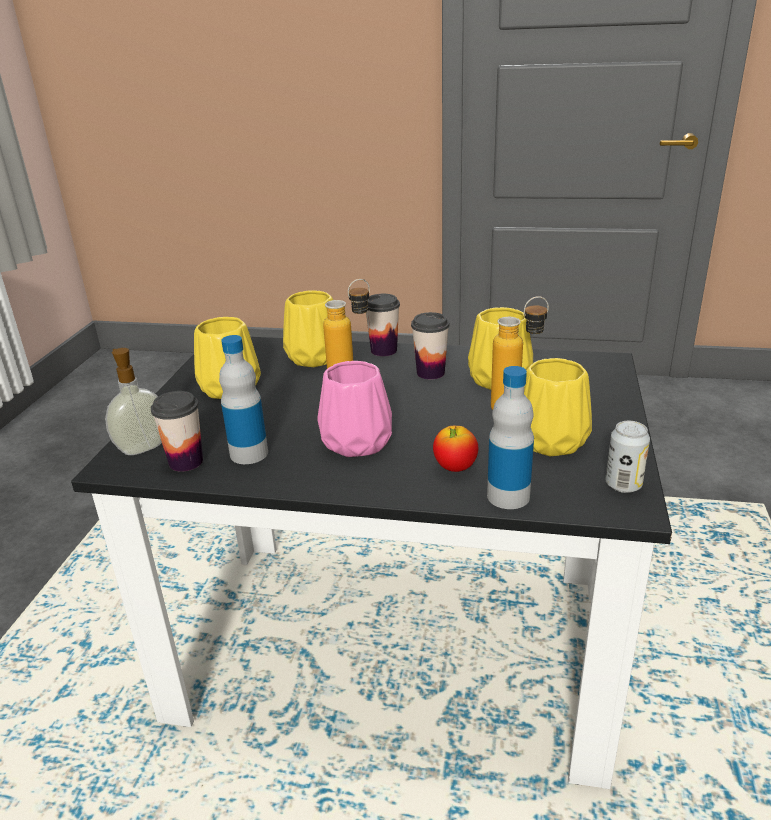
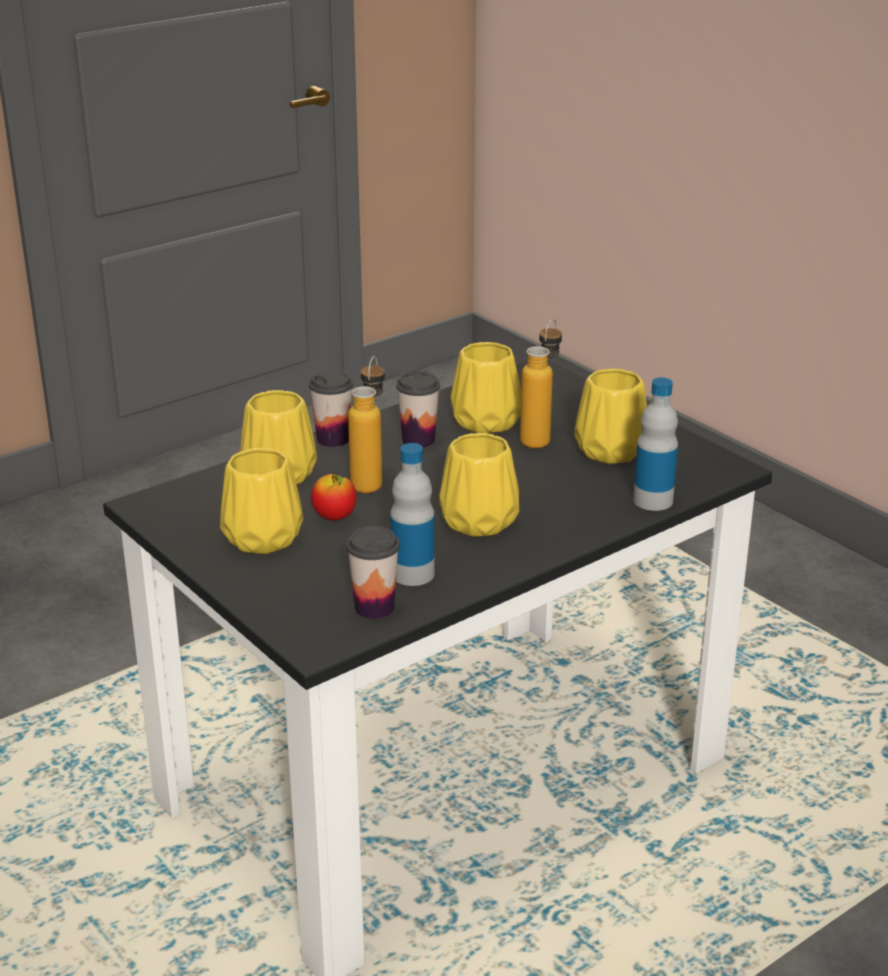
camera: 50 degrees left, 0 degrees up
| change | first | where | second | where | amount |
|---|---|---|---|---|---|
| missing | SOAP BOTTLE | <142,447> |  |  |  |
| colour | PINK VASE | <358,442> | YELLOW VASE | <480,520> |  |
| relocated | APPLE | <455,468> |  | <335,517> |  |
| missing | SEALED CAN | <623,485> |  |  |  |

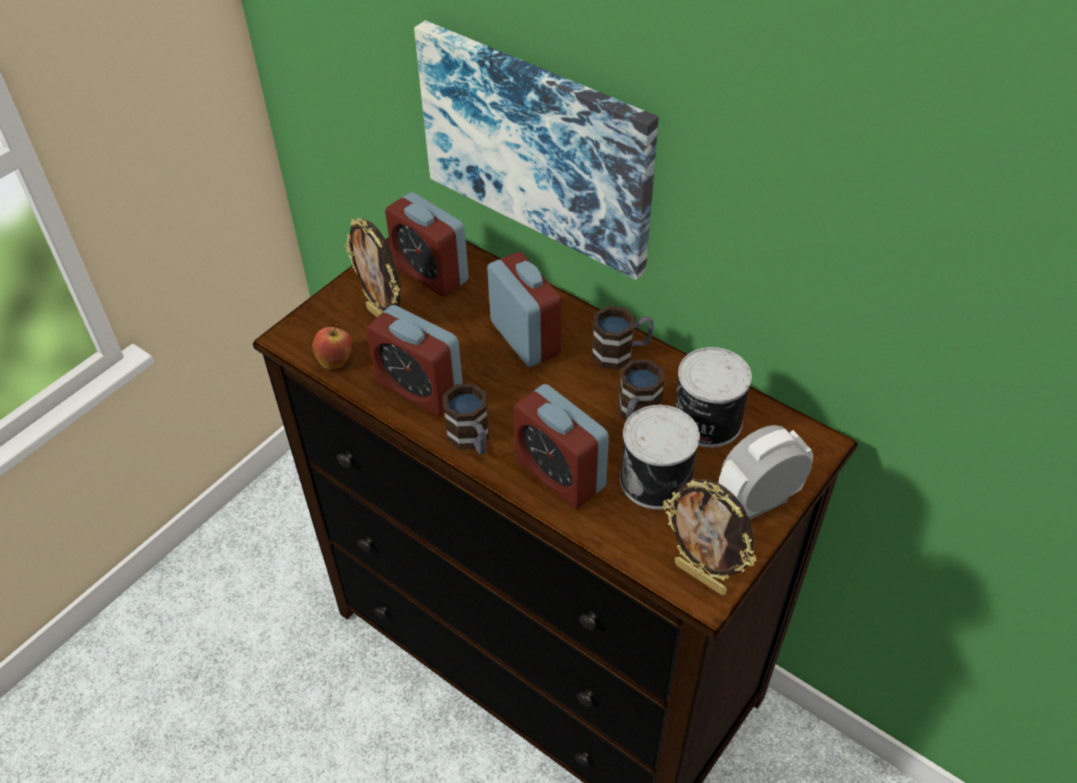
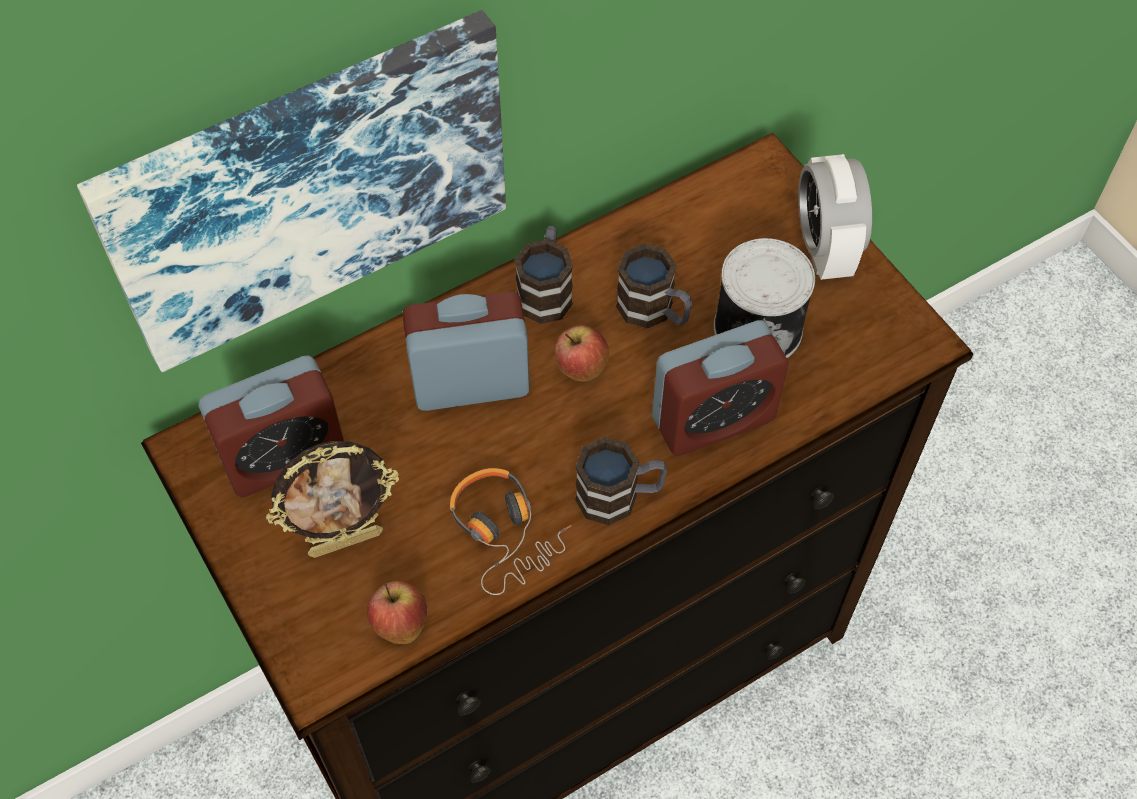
camera: 70 degrees left, 10 degrees up
| change | first | where | second | where | amount |
|---|---|---|---|---|---|
| exchanged | TABLE CLOCK | <419,389> | HEADSET | <504,532> |  |
| missing | PHOTO FRAME | <701,577> |  |  |  |
| missing | SEALED CAN | <705,421> |  |  |  |
| appeared |  |  | APPLE | <580,369> |  |

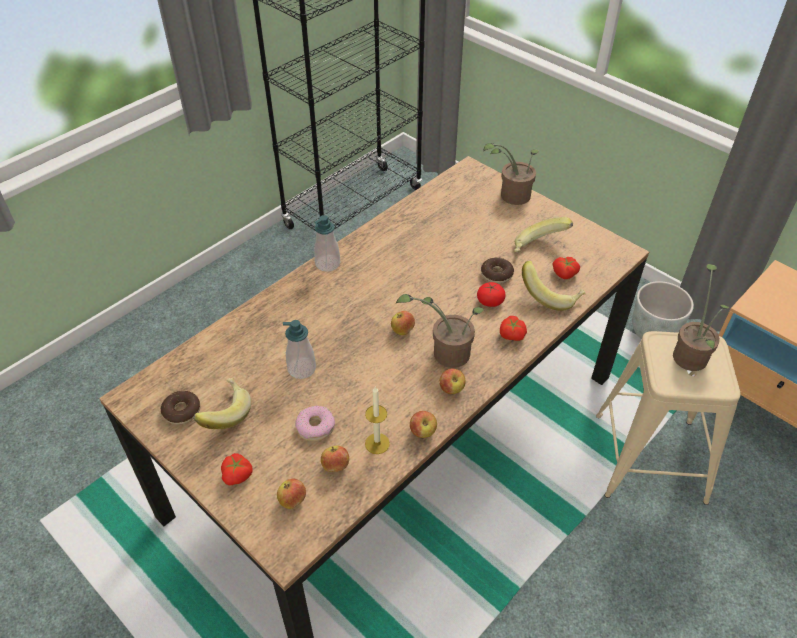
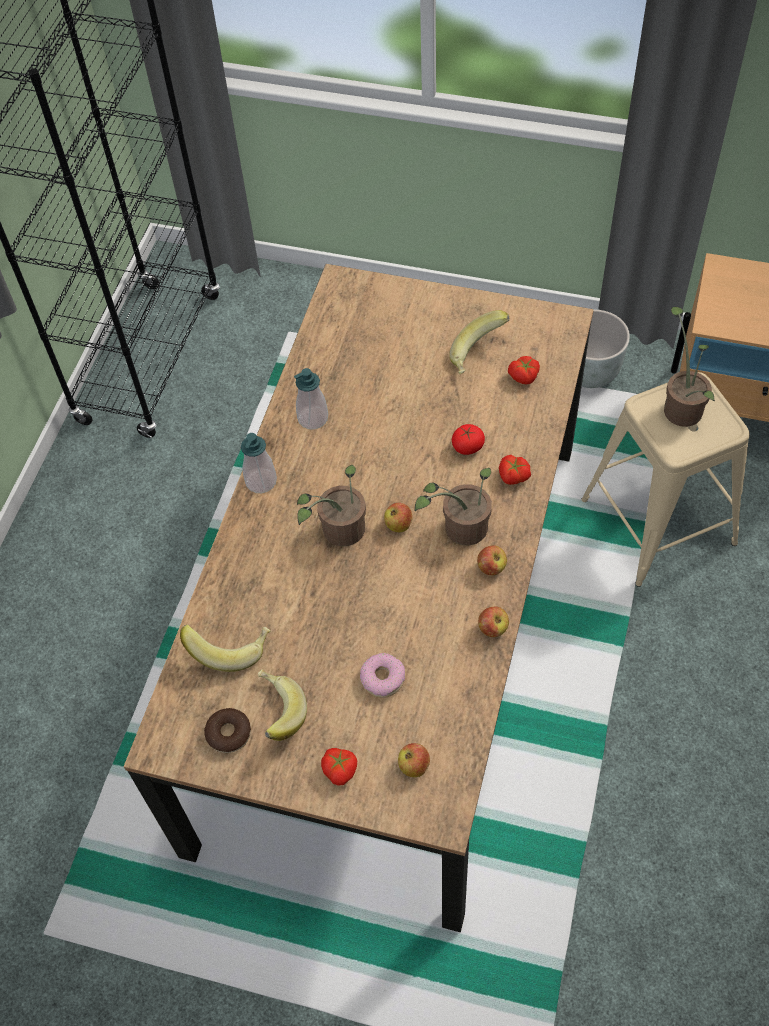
camera: 25 degrees left, 10 degrees up
| change | first | where | second | where | amount |
|---|---|---|---|---|---|
| relocated | SOAP BOTTLE | <301,368> |  | <313,418> |  |
| missing | APPLE | <335,466> |  |  |  |
| missing | WAX LIGHT | <377,443> |  |  |  |
| missing | DONUT | <496,274> |  |  |  |
| relocated | HOUSEPLANT | <511,196> |  | <339,532> |  |
| relocated | WHOLE BANANA | <551,295> |  | <230,648> |  |

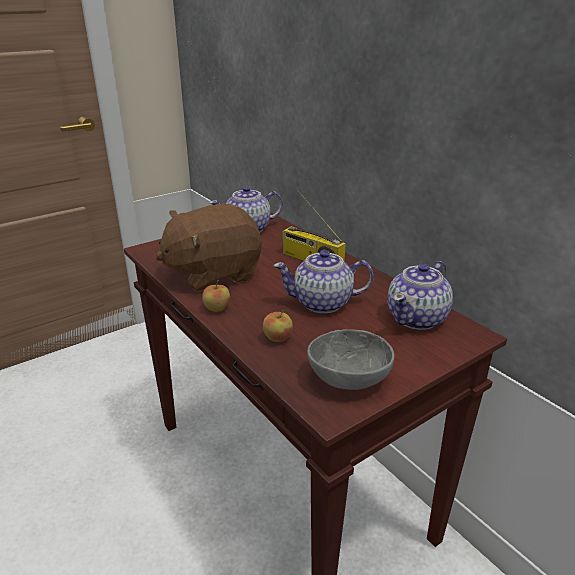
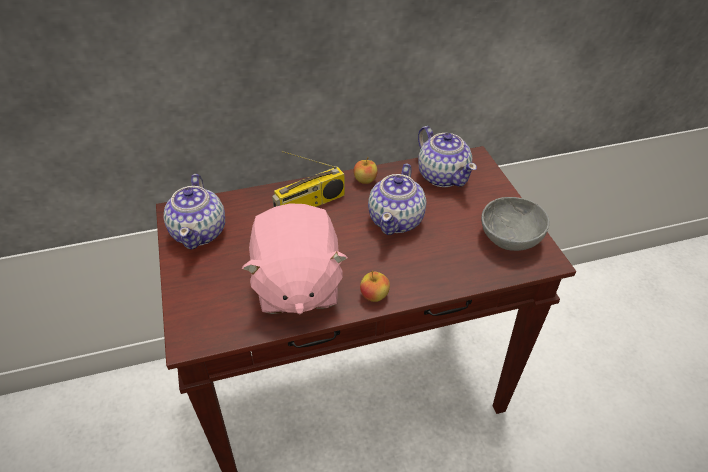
camera: 70 degrees left, 15 degrees up
| change | first | where | second | where | amount |
|---|---|---|---|---|---|
| colour | BROWN CUDDLY TOY | <213,273> | PINK CUDDLY TOY | <296,285> |  |
| relocated | APPLE | <278,338> |  | <365,180> |  |

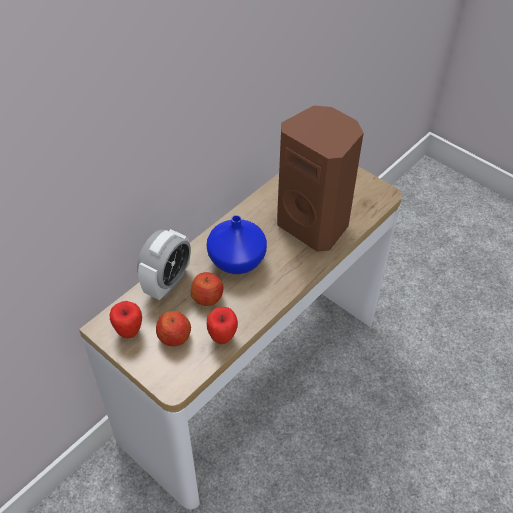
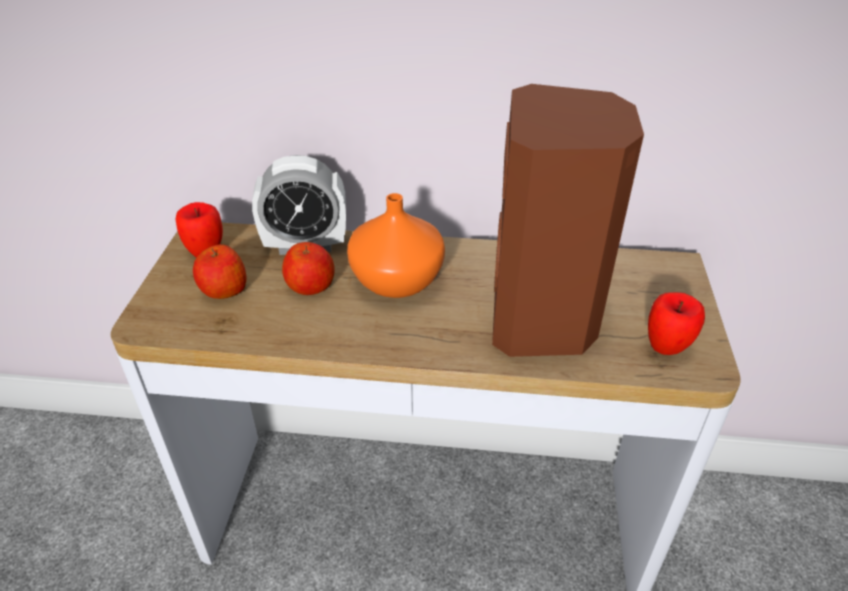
camera: 55 degrees right, 10 degrees down
| change | first | where | second | where | amount |
|---|---|---|---|---|---|
| colour | BLUE VASE | <238,260> | ORANGEY VASE | <399,282> |  |
| relocated | APPLE | <222,337> |  | <666,348> |  |

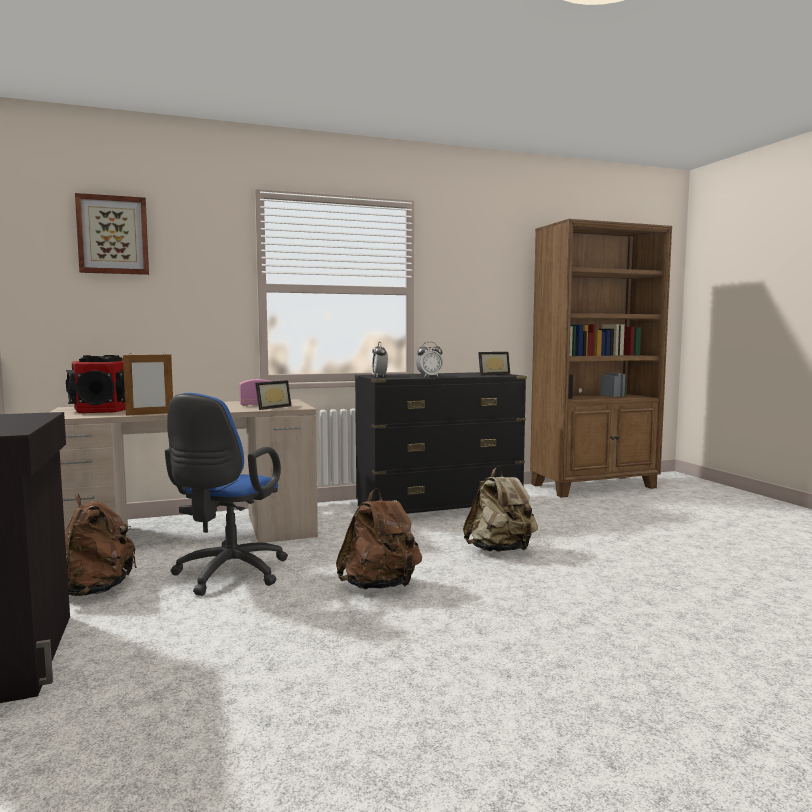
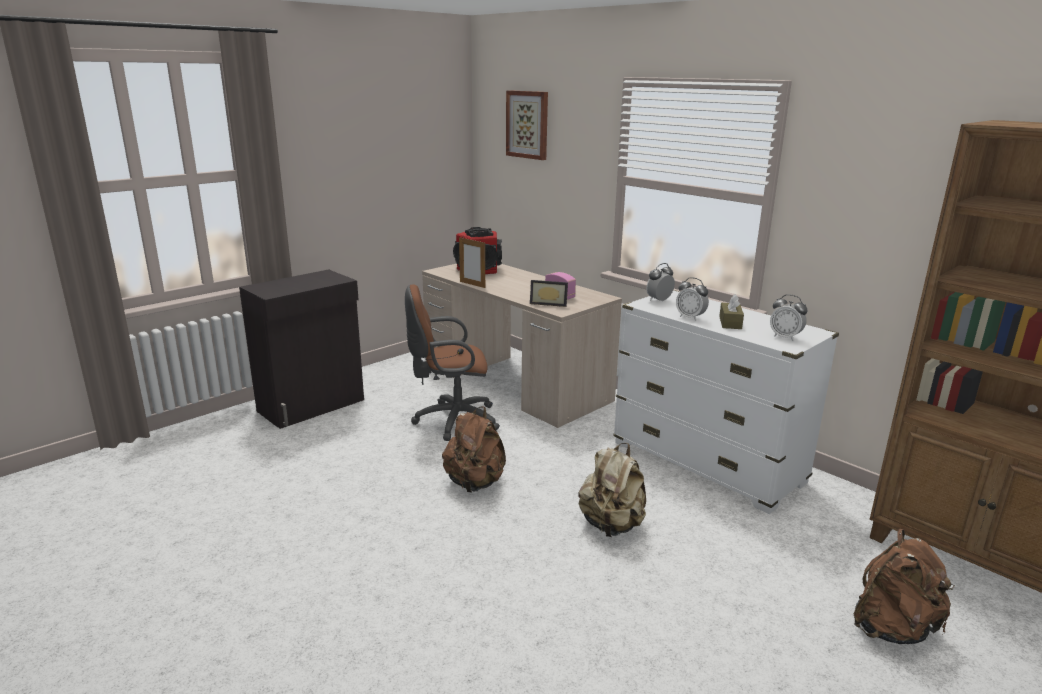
camera: 65 degrees right, 15 degrees up
| change | first | where | second | where | amount |
|---|---|---|---|---|---|
| relocated | BROWN BACKPACK | <96,589> |  | <892,628> |  |
| colour | BLUE OFFICE CHAIR | <227,575> | BROWN OFFICE CHAIR | <452,420> |  |
| colour | BLACK-COLOURED DRAWER CHEST | <439,508> | WHITE-COLOURED DRAWER CHEST | <707,463> |  |
| exchanged | PHOTO FRAME | <492,374> | TABLE CLOCK | <785,337> |  |
| appeared |  |  | BROWN BOX OF TISSUES | <730,323> |  |

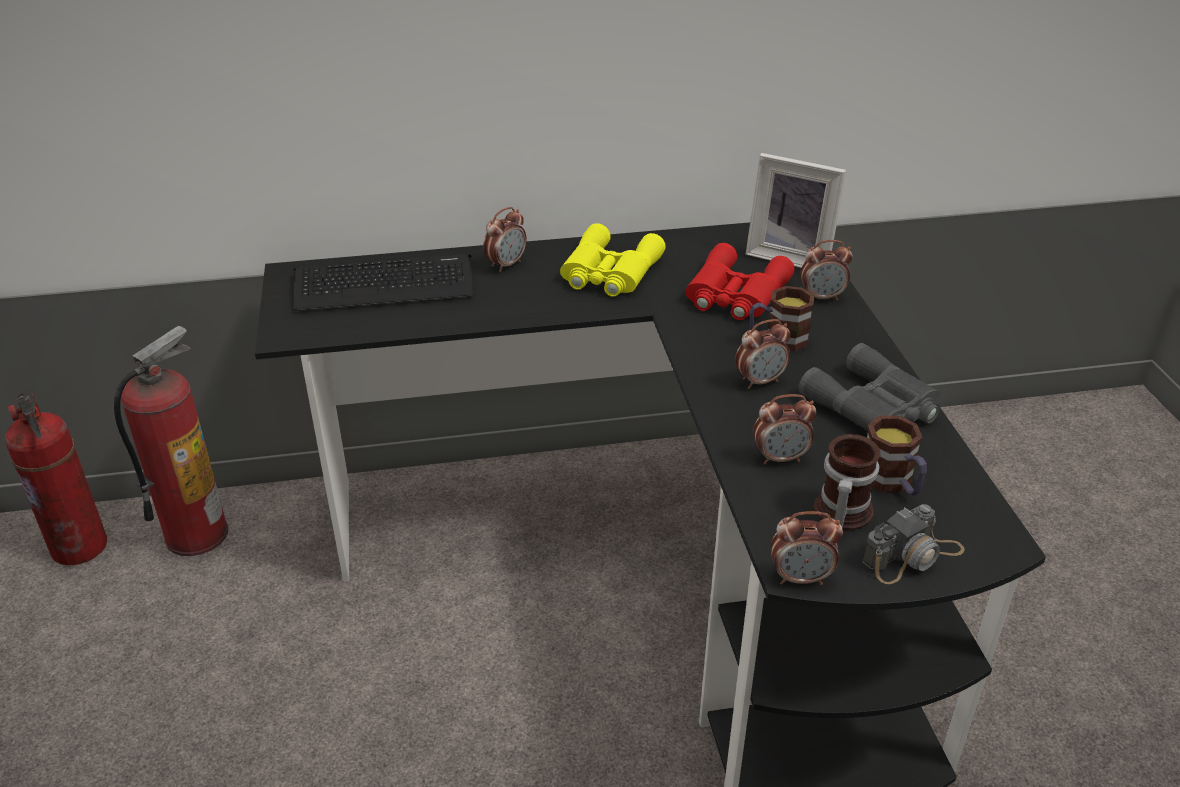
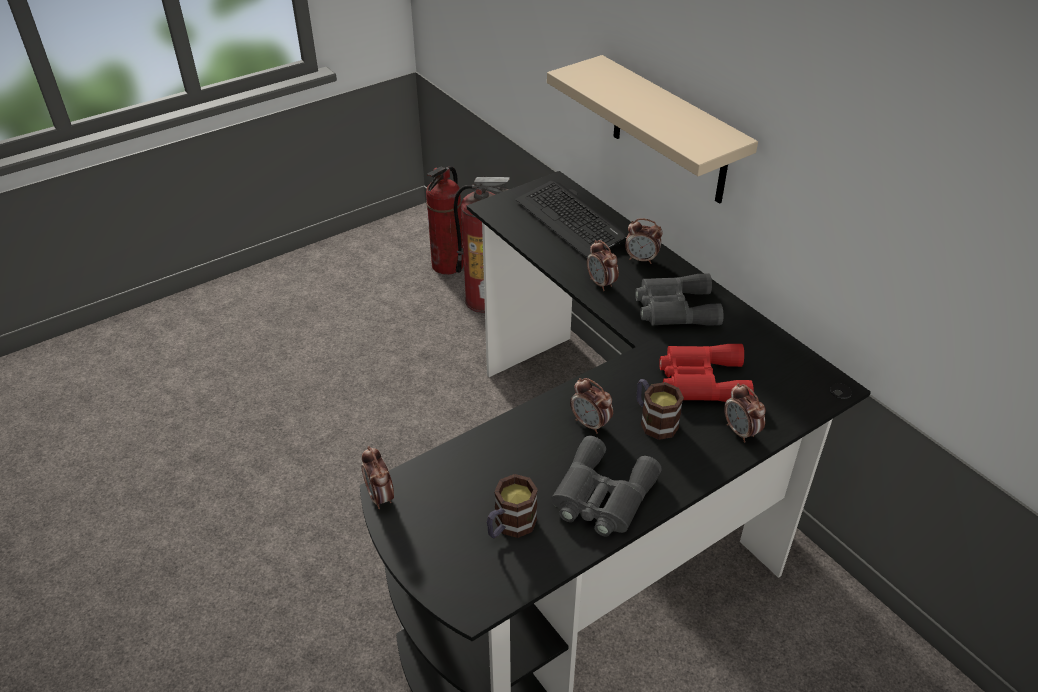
camera: 65 degrees right, 5 degrees up
| change | first | where | second | where | amount |
|---|---|---|---|---|---|
| colour | YELLOW PAIR OF BINOCULARS | <609,272> | GREYISH PAIR OF BINOCULARS | <674,308> |  |
| missing | PHOTO FRAME | <791,256> |  |  |  |
| relocated | TABLE CLOCK | <780,458> |  | <601,284> |  |
| missing | COFFEE MUG | <839,513> |  |  |  |
| missing | STILL CAMERA | <912,556> |  |  |  |
| appeared |  |  | SAND-COLOURED SHELF | <669,132> |  |

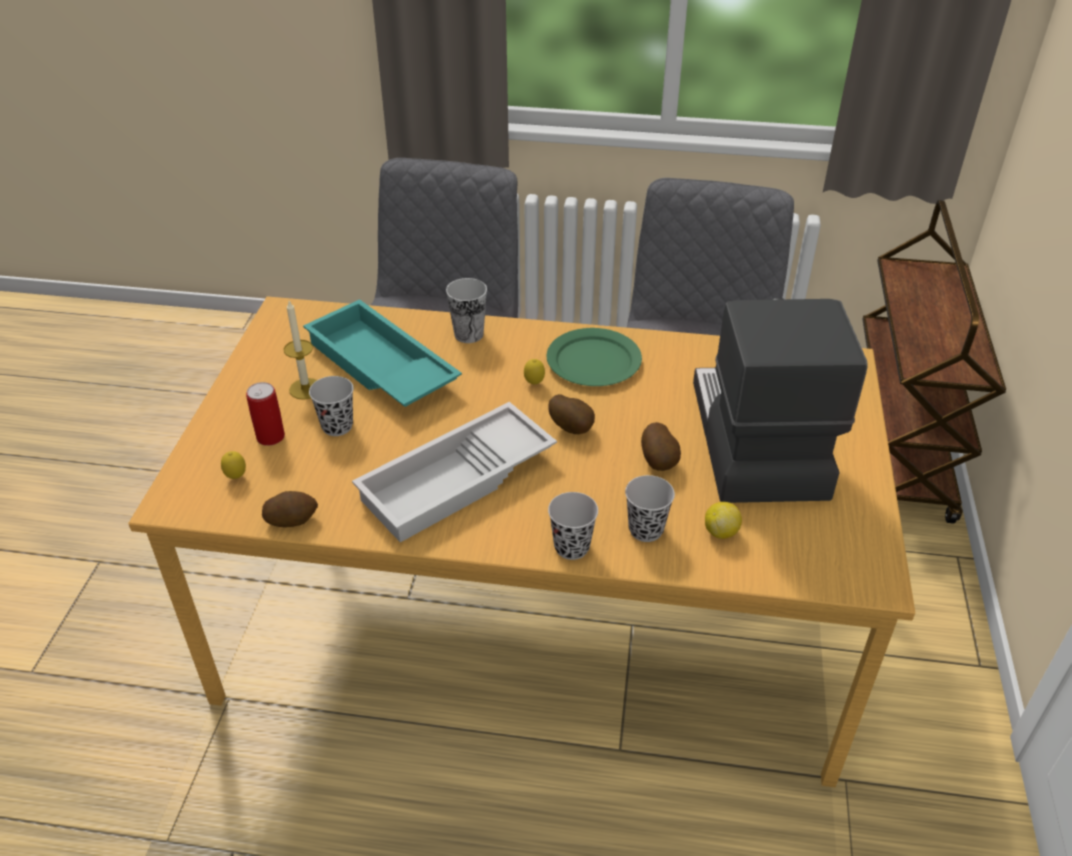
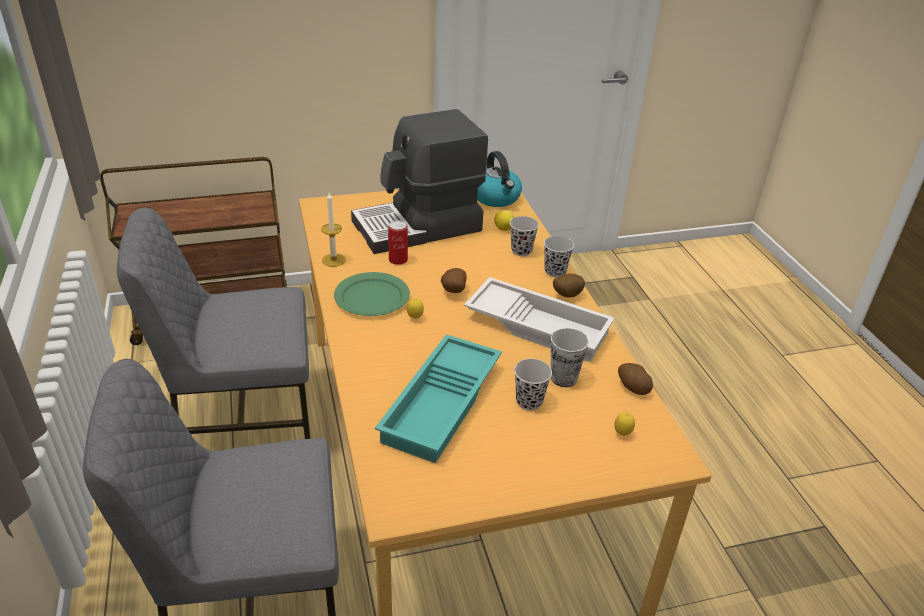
camera: 115 degrees left, 5 degrees down
| change | first | where | second | where | amount |
|---|---|---|---|---|---|
| relocated | SEALED CAN | <270,437> |  | <398,260> |  |
| relocated | WAX LIGHT | <305,389> |  | <333,260> |  |
| relocated | CUP | <468,334> |  | <563,378> |  |
| relocated | SPUD | <659,462> |  | <566,295> |  |
| appeared |  |  | WATER KETTLE | <496,198> |  |

